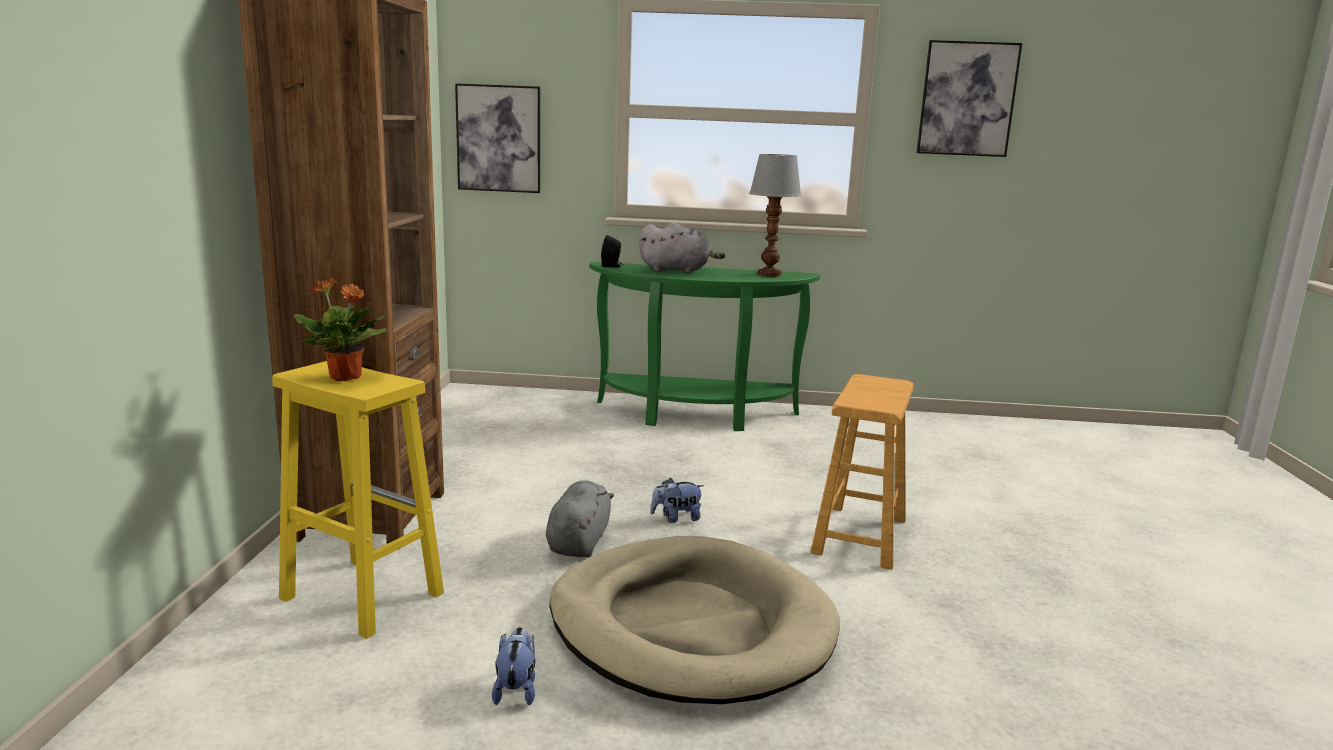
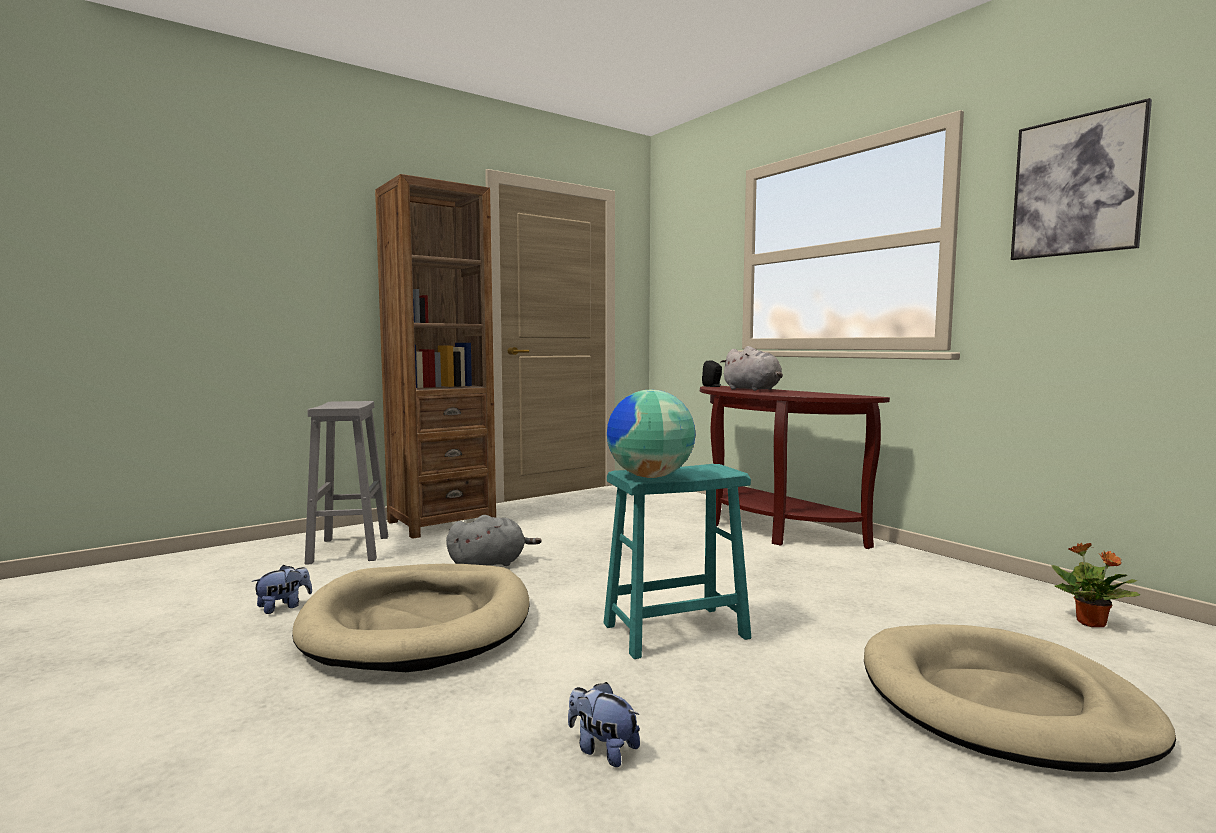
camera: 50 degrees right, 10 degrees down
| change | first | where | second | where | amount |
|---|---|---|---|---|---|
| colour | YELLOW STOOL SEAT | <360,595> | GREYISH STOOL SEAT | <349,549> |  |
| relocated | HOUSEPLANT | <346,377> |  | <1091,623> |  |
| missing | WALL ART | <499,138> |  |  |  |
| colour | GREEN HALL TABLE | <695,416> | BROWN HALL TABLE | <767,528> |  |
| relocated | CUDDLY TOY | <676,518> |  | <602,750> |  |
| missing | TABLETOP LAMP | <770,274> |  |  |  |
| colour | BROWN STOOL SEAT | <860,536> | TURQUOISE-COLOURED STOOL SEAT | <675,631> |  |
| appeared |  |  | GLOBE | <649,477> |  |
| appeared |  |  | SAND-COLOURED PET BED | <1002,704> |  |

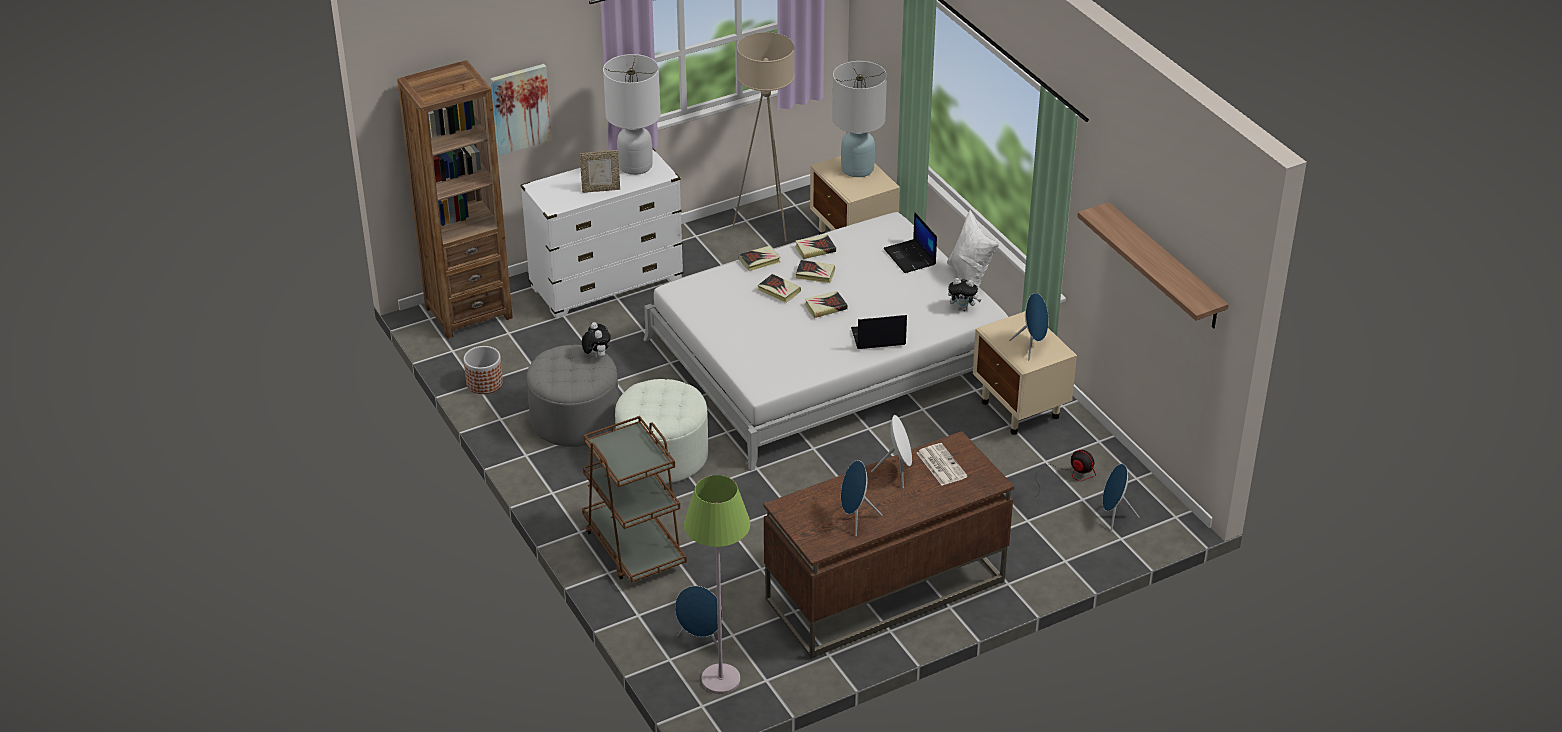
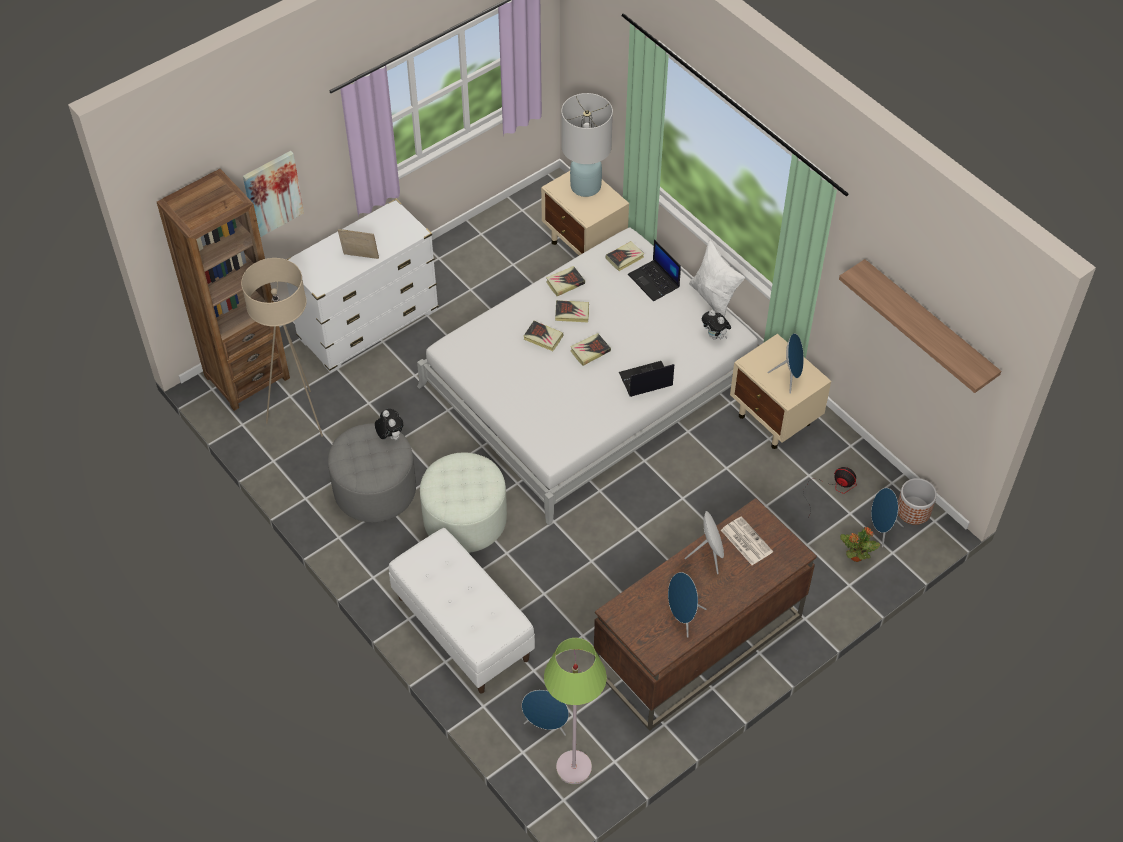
camera: 10 degrees left, 15 degrees up
| change | first | where | second | where | amount |
|---|---|---|---|---|---|
| relocated | FLOWER POT | <484,383> |  | <913,510> |  |
| spun | PHOTO FRAME | <601,189> |  | <360,258> | 150 degrees counterclockwise |
| exchanged | BROWN TROLLEY | <634,547> | WHITE-COLOURED BENCH | <462,628> |  |
| missing | WHITE-COLOURED TABLETOP LAMP | <635,166> |  |  |  |
| relocated | SAND-COLOURED STANDARD LAMP | <766,225> |  | <300,417> |  |
| relocated | BOOK | <759,260> |  | <625,258> |  |
| spun | CUDDLY TOY | <963,308> |  | <715,336> | 45 degrees clockwise |
| appeared |  |  | HOUSEPLANT | <855,556> |  |

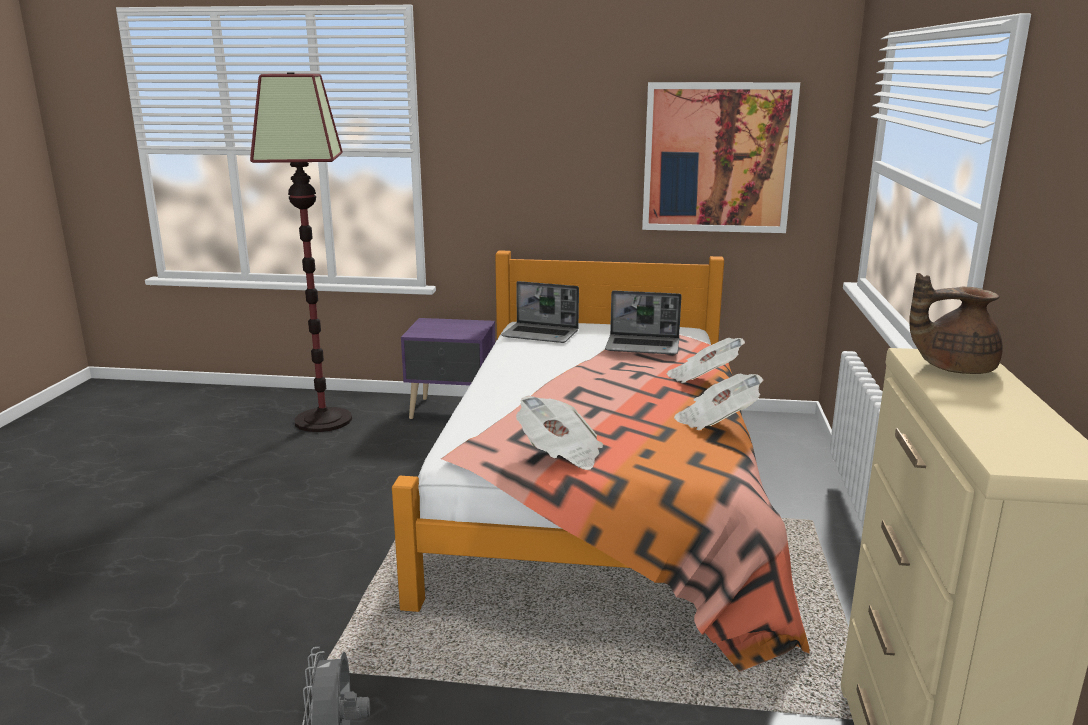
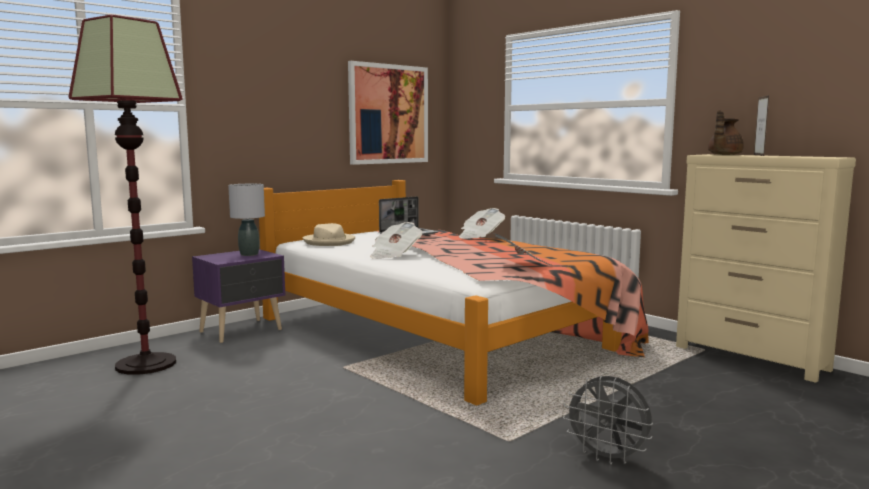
camera: 50 degrees left, 10 degrees down
| change | first | where | second | where | amount |
|---|---|---|---|---|---|
| exchanged | LAPTOP | <541,334> | SAND-COLOURED CLOTHING HAT | <329,242> |  |
| relocated | PRINTED PAPER | <716,421> |  | <394,255> |  |
| appeared |  |  | GREYISH TABLETOP LAMP | <249,254> |  |
| appeared |  |  | PHOTO FRAME | <758,155> |  |

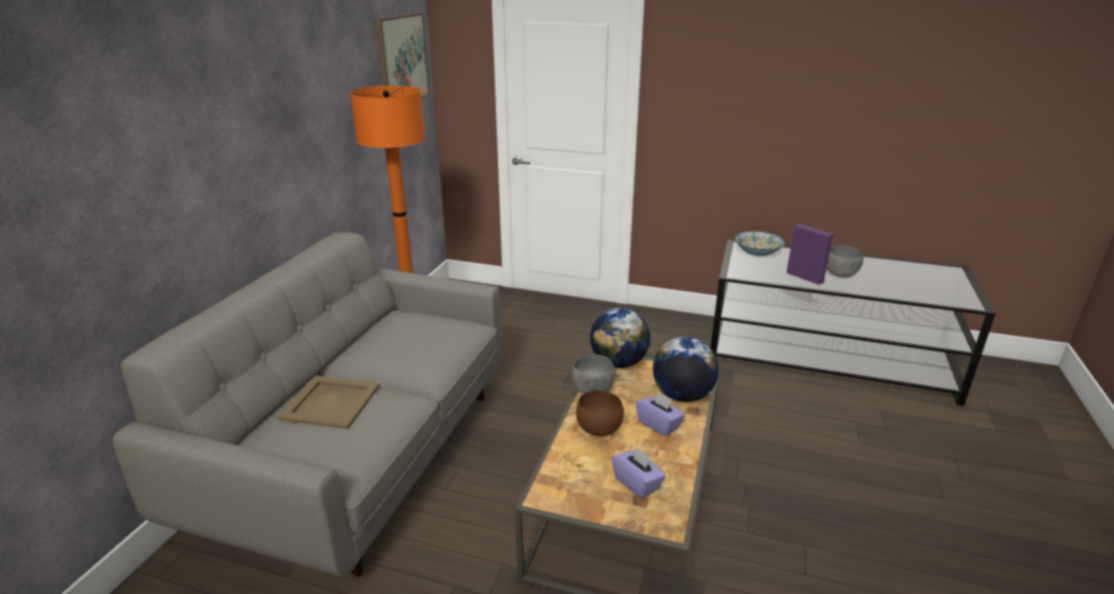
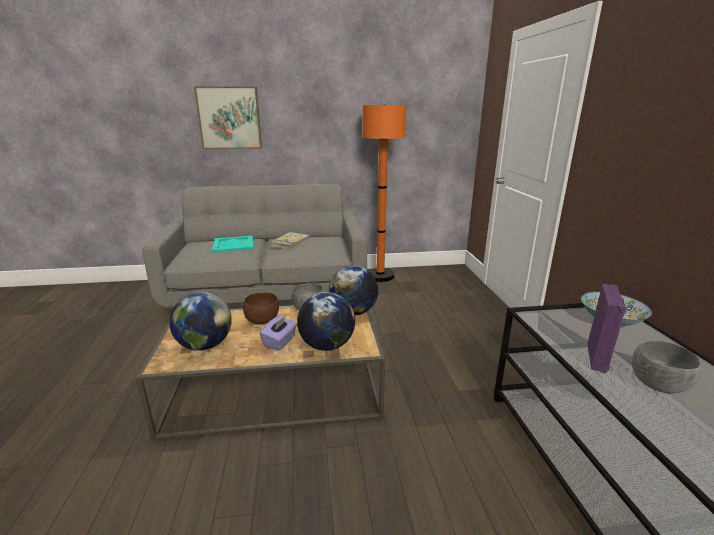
camera: 65 degrees right, 5 degrees down
| change | first | where | second | where | amount |
|---|---|---|---|---|---|
| colour | SAND-COLOURED CARRYING TRAY | <331,403> | TURQUOISE-COLOURED CARRYING TRAY | <233,244> |  |
| relocated | WALL ART | <401,60> |  | <229,118> |  |
| exchanged | PURPLE-COLOURED BOX OF TISSUES | <637,483> | GLOBE | <205,345> |  |
| appeared |  |  | BOOK | <290,242> |  |

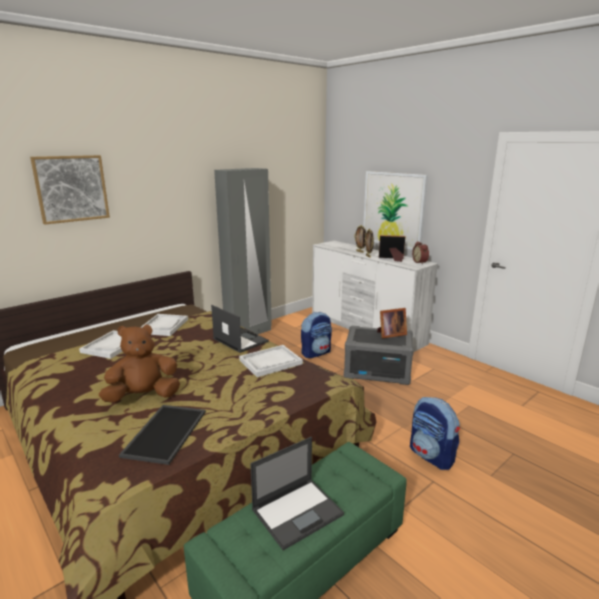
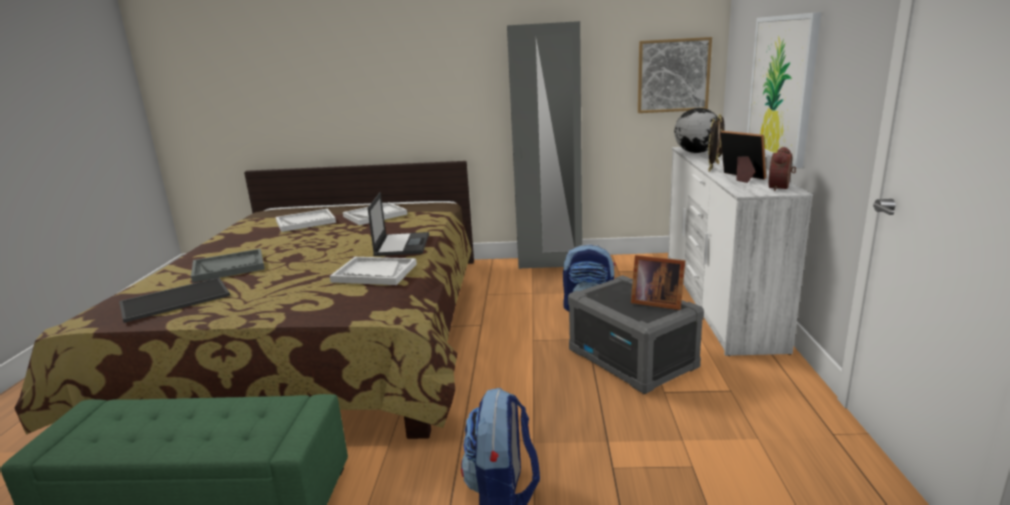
camera: 45 degrees right, 0 degrees up
| change | first | where | second | where | amount |
|---|---|---|---|---|---|
| relocated | WALL ART | <71,188> |  | <673,75> |  |
| exchanged | BROWN CUDDLY TOY | <143,396> | GREYISH CARRYING TRAY | <229,267> |  |
| missing | LAPTOP | <298,511> |  |  |  |
| appeared |  |  | GLOBE | <695,152> |  |

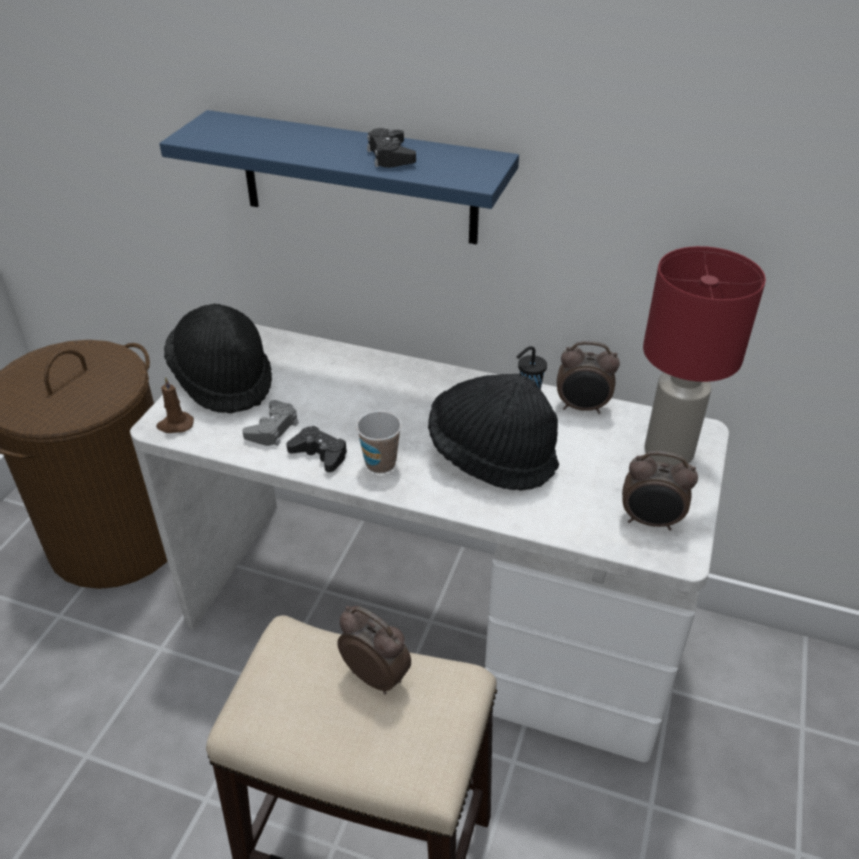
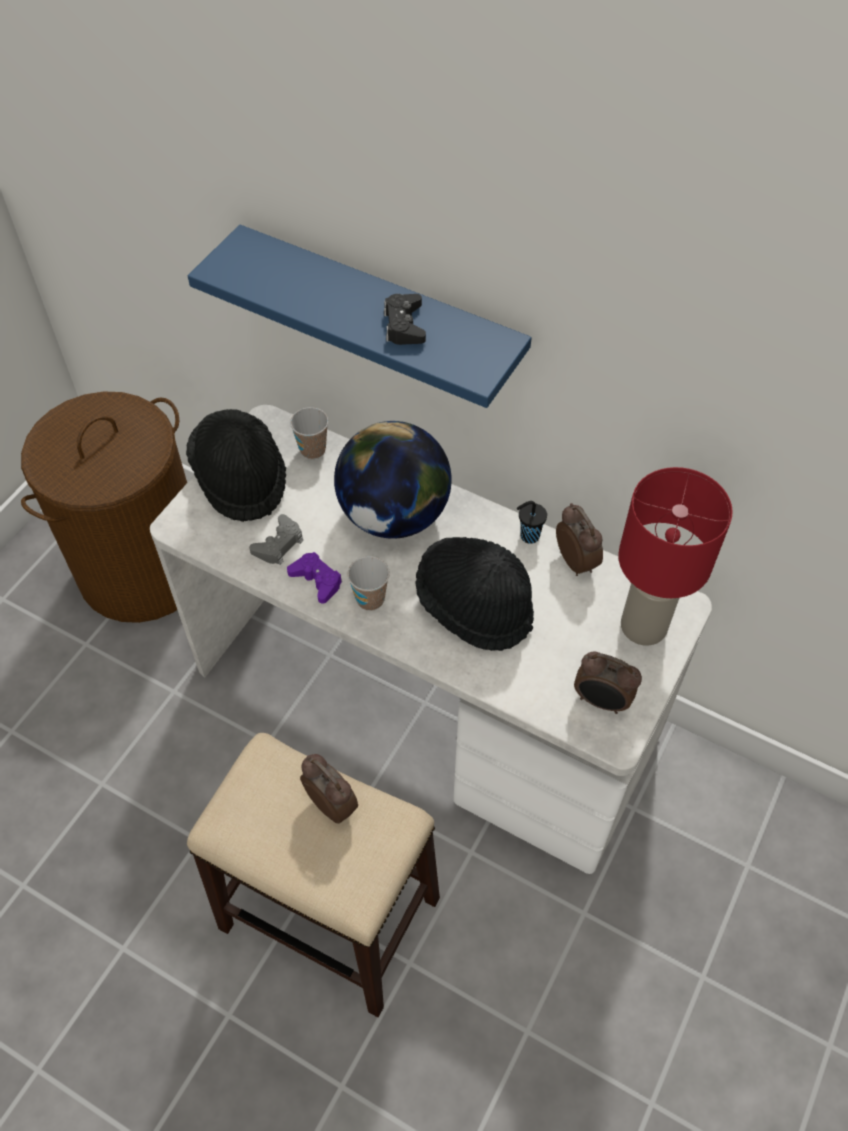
camera: 10 degrees right, 15 degrees up
| change | first | where | second | where | amount |
|---|---|---|---|---|---|
| missing | BROWN WAX LIGHT | <175,425> |  |  |  |
| colour | BLACK-COLOURED JOYPAD | <320,454> | PURPLE-COLOURED JOYPAD | <317,580> |  |
| spun | TABLE CLOCK | <582,408> |  | <576,561> | 135 degrees counterclockwise |
| appeared |  |  | CUP | <313,450> |  |
| appeared |  |  | GLOBE | <394,515> |  |

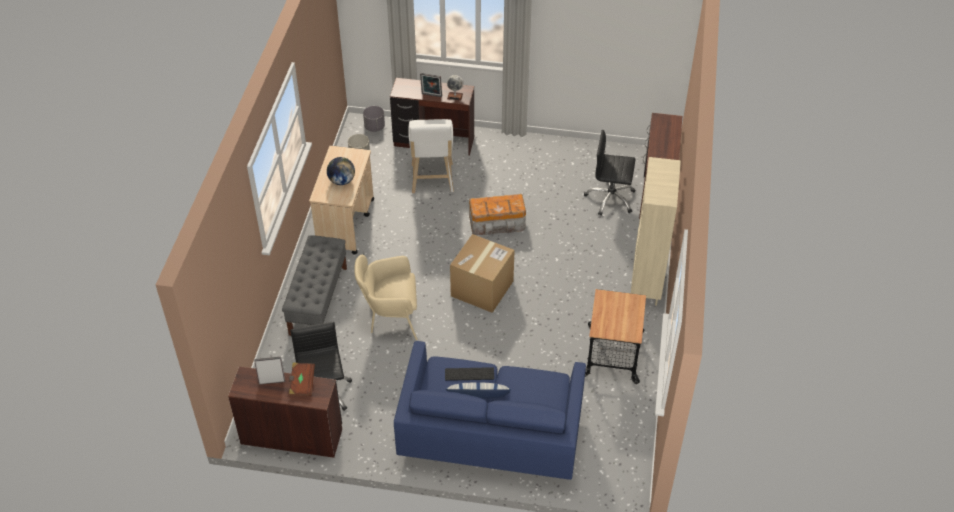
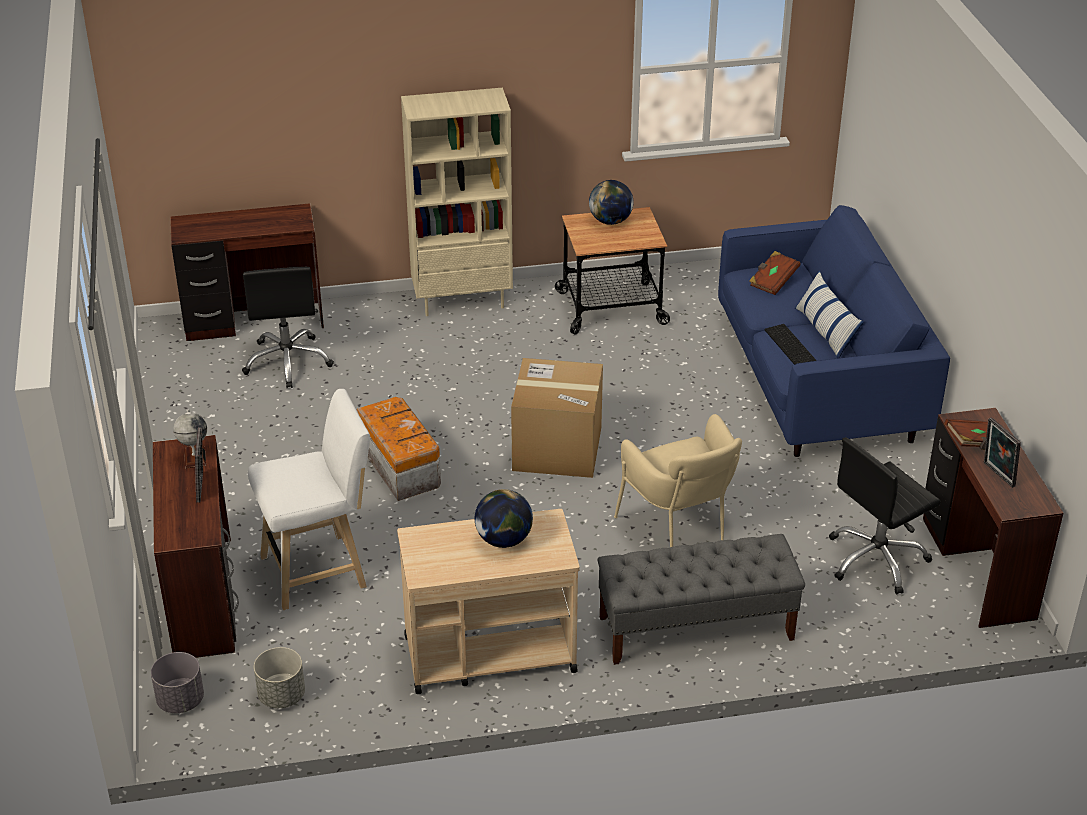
camera: 110 degrees left, 10 degrees down
| change | first | where | second | where | amount |
|---|---|---|---|---|---|
| appeared |  |  | GLOBE | <610,221> |  |
| appeared |  |  | BROWN BOOK | <773,281> |  |

